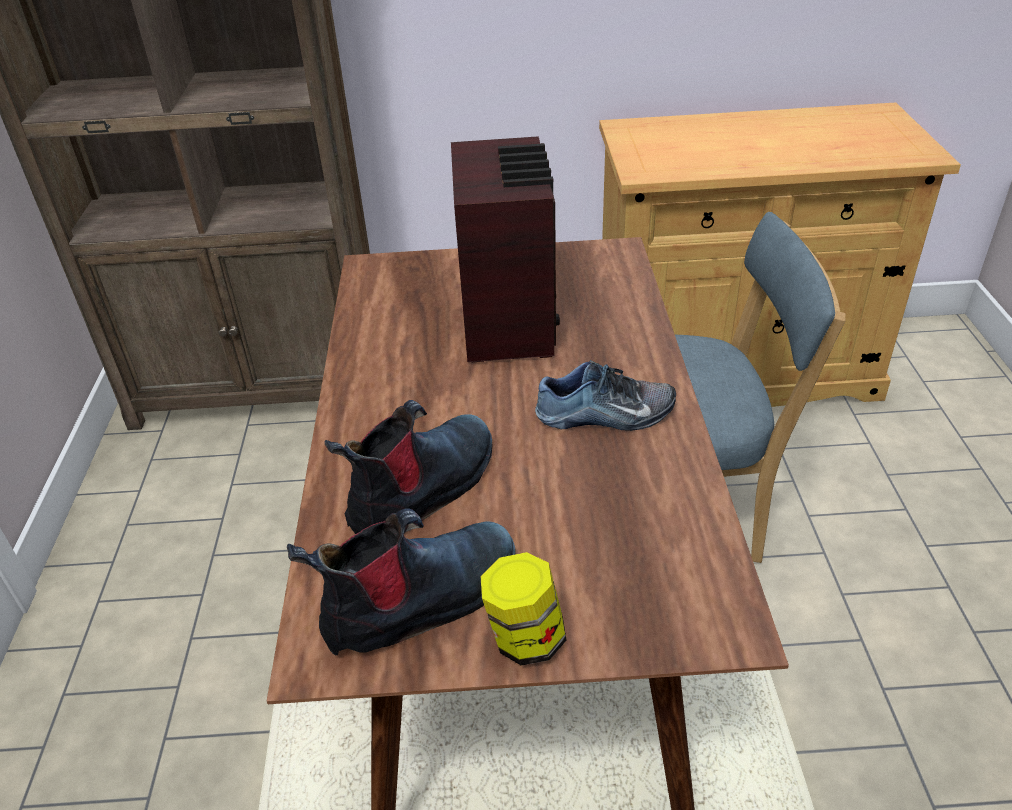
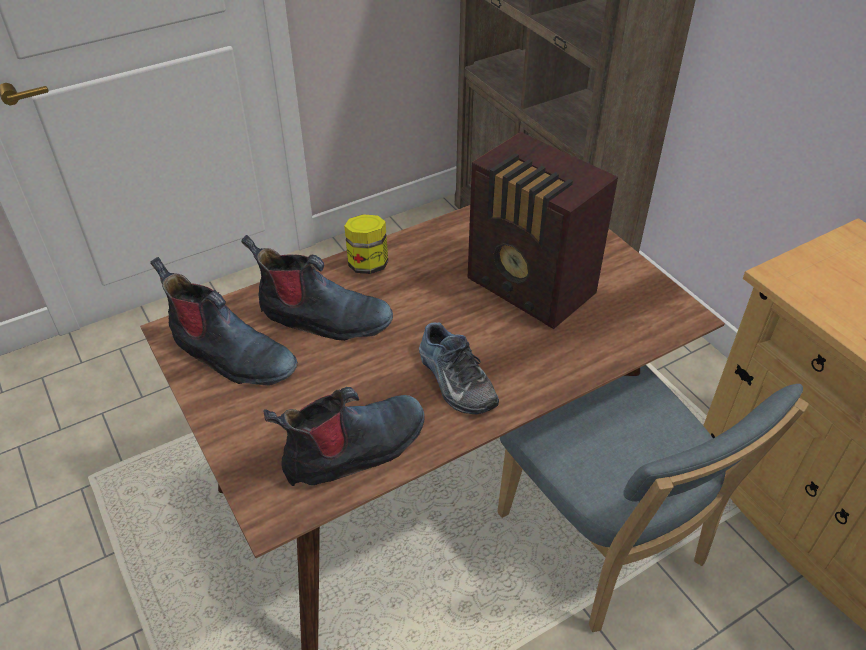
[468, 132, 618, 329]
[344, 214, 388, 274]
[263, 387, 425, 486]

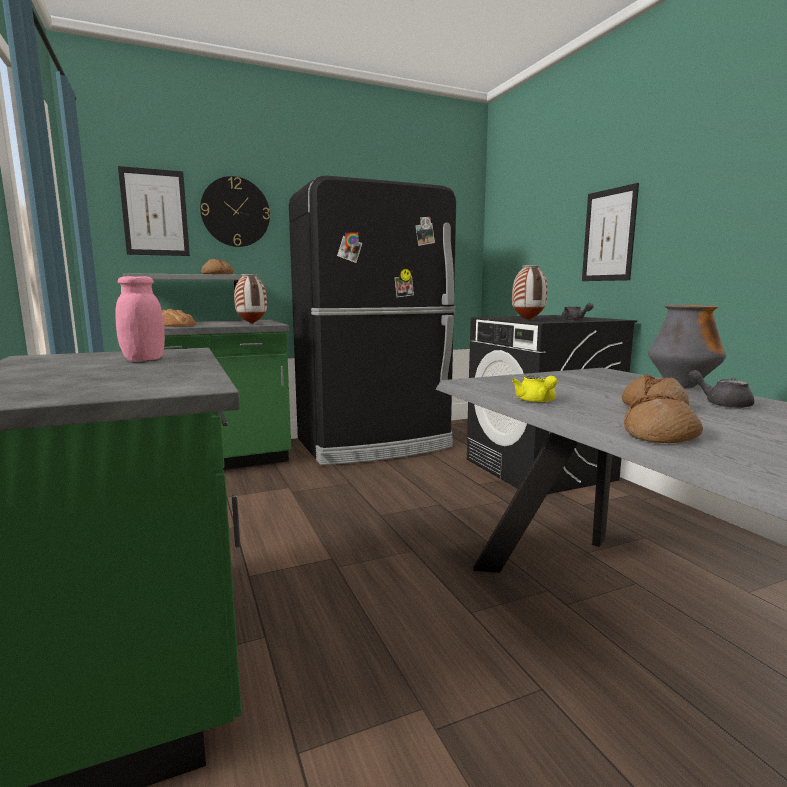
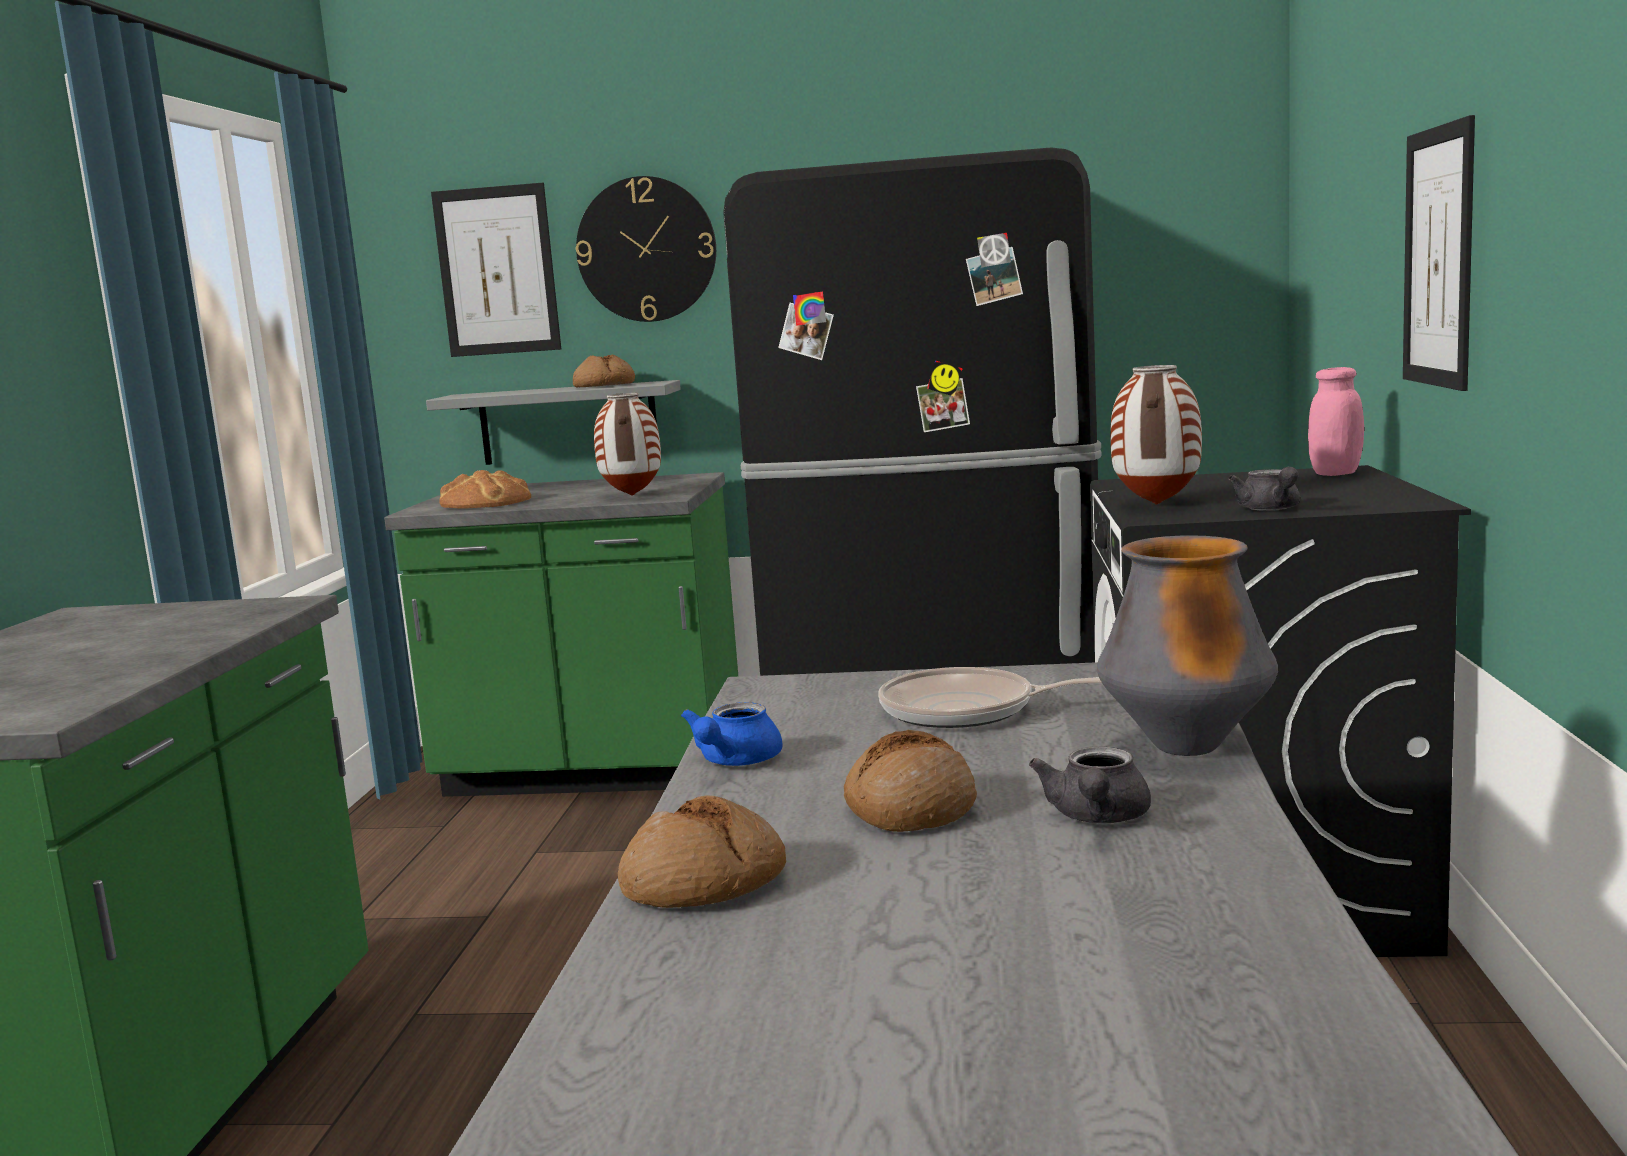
[1308, 367, 1364, 476]
[1029, 746, 1151, 823]
[681, 702, 783, 766]
[879, 667, 1102, 728]

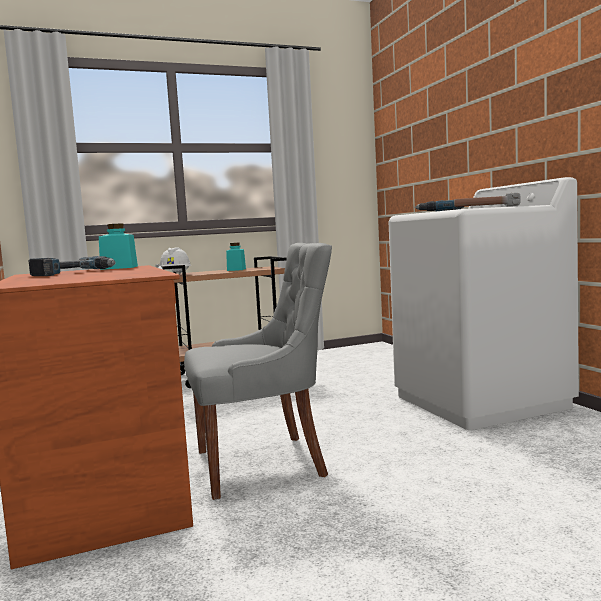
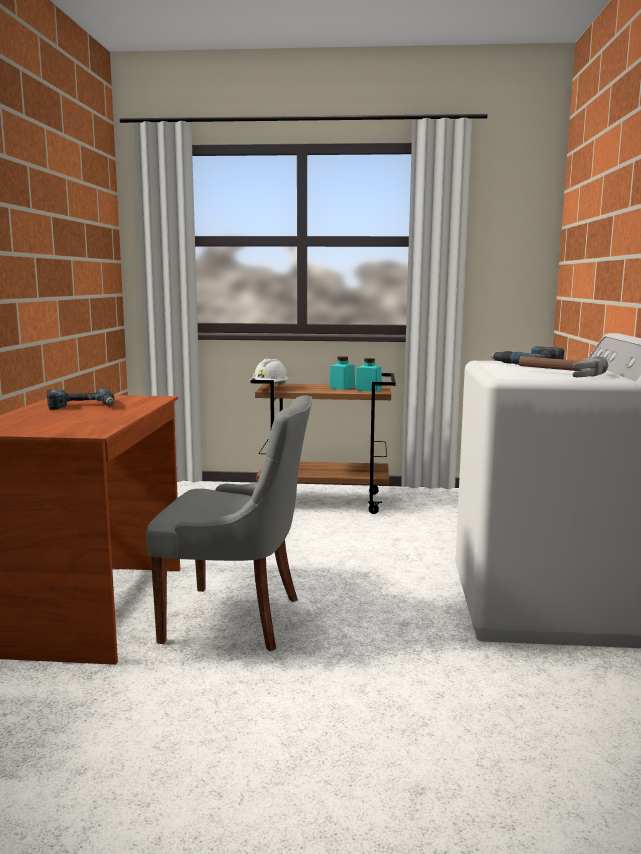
[356, 358, 382, 392]

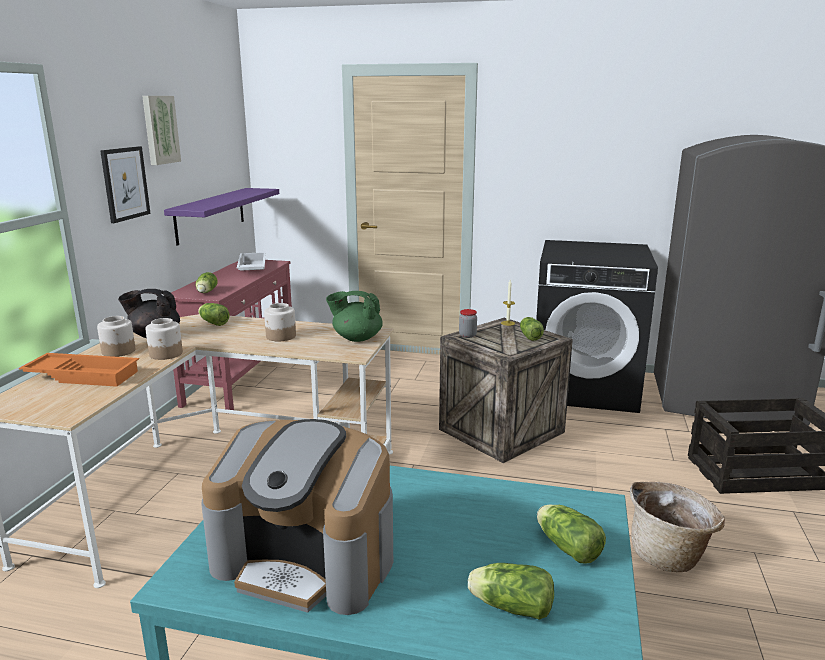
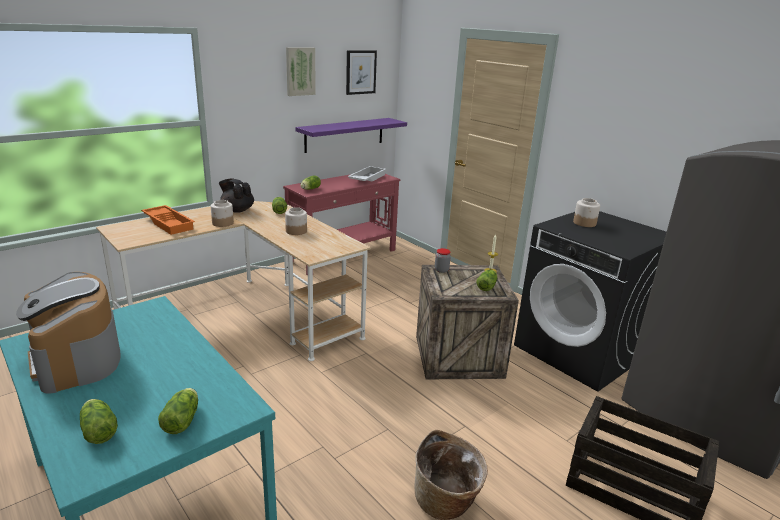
[346, 50, 377, 95]
[326, 291, 383, 342] (first image)
[573, 198, 600, 227]

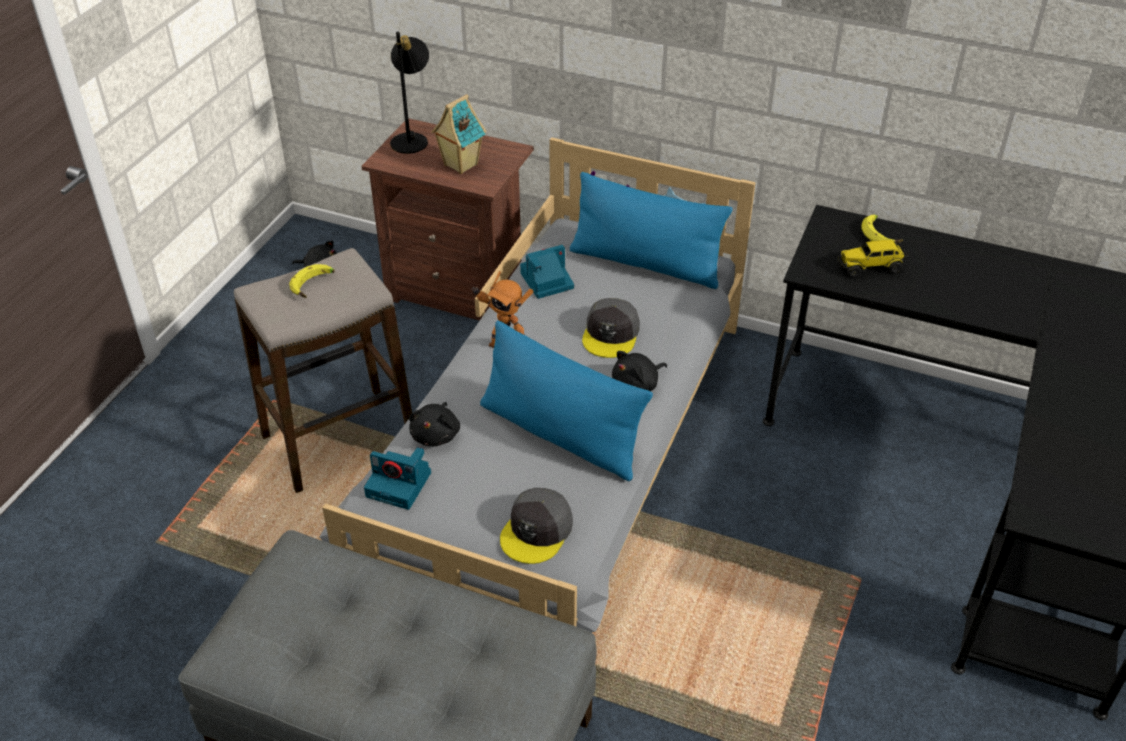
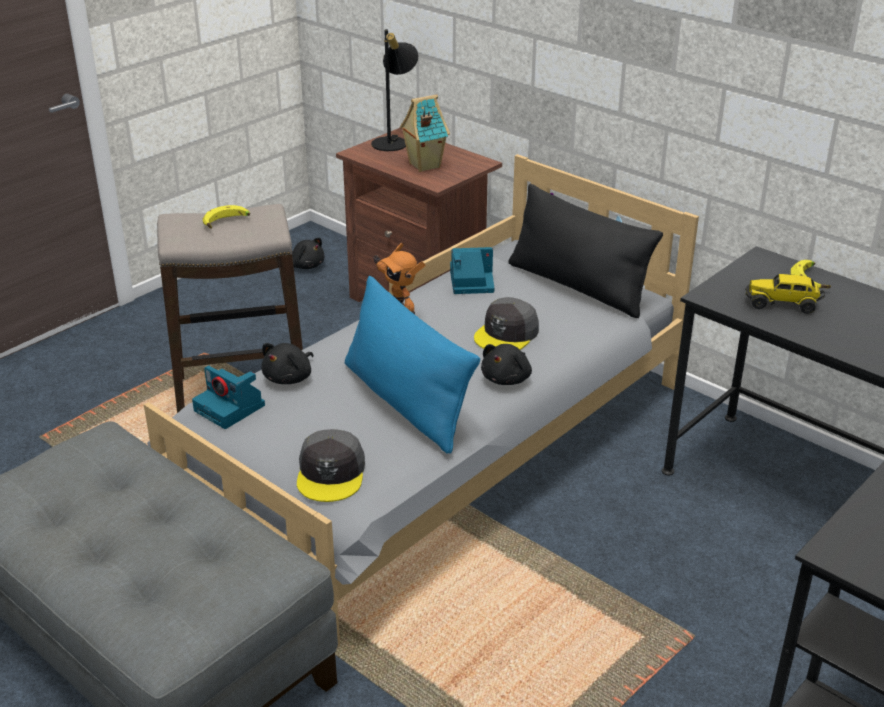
[509, 184, 663, 318]
[481, 344, 532, 385]
[297, 429, 365, 502]

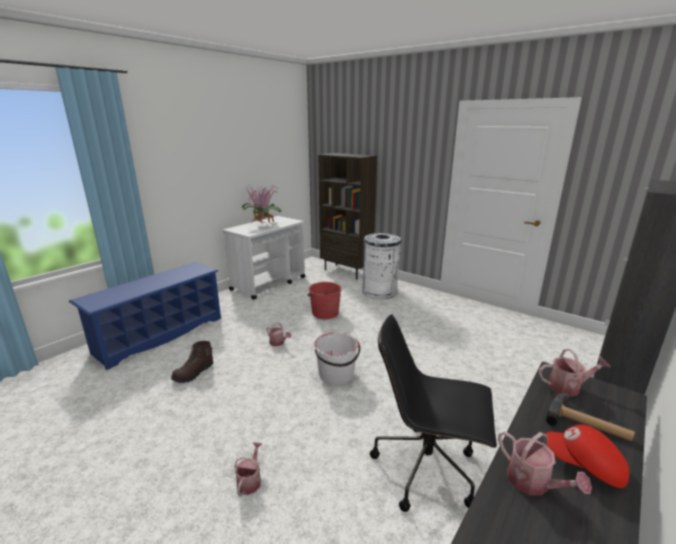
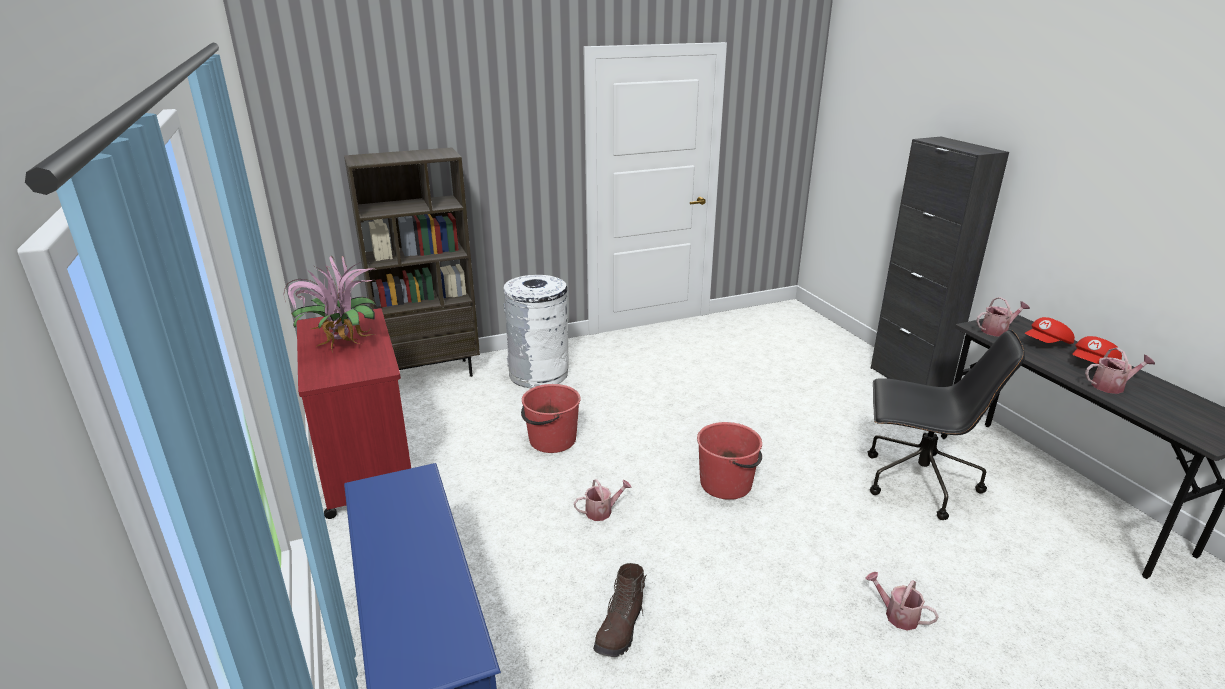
[297, 308, 411, 519]
[868, 330, 1025, 520]
[697, 422, 762, 500]
[593, 563, 647, 657]
[976, 297, 1030, 336]
[1025, 317, 1075, 344]

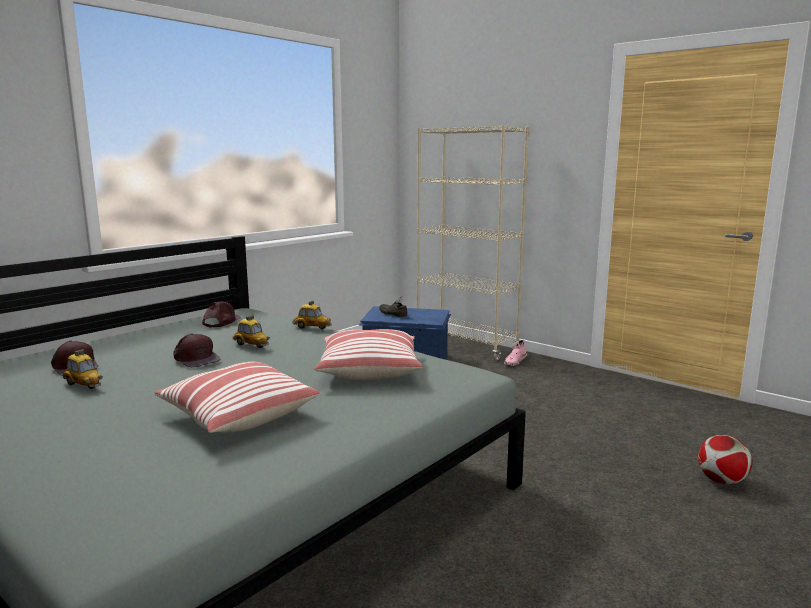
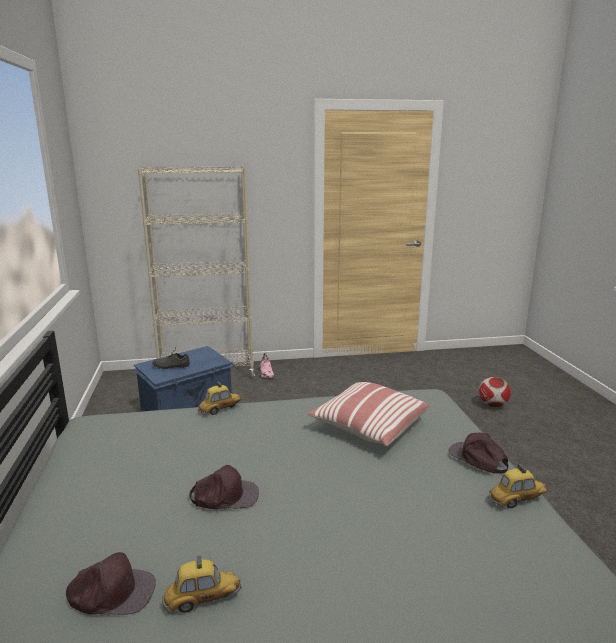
[448, 433, 509, 474]
[488, 464, 547, 508]
[154, 362, 319, 433] (first image)

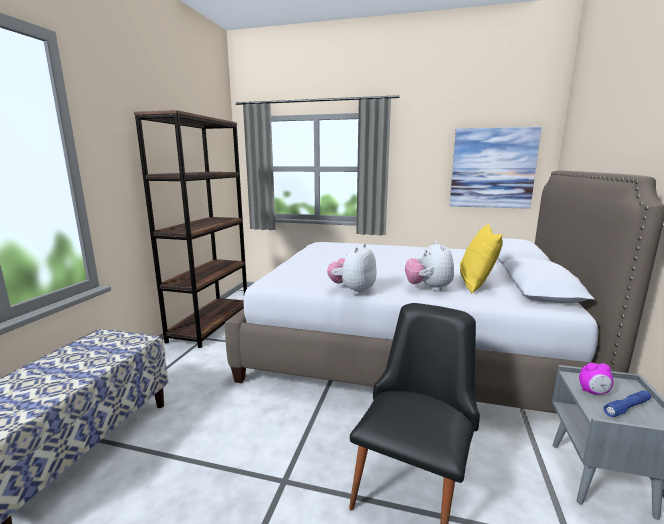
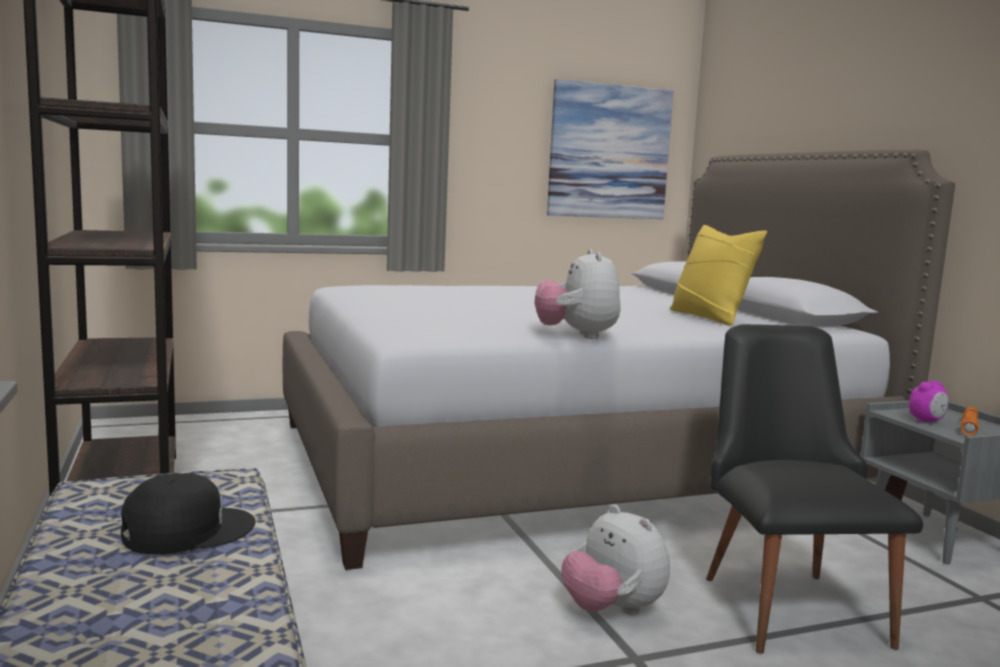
[562, 505, 670, 615]
[961, 407, 979, 436]
[121, 473, 256, 555]

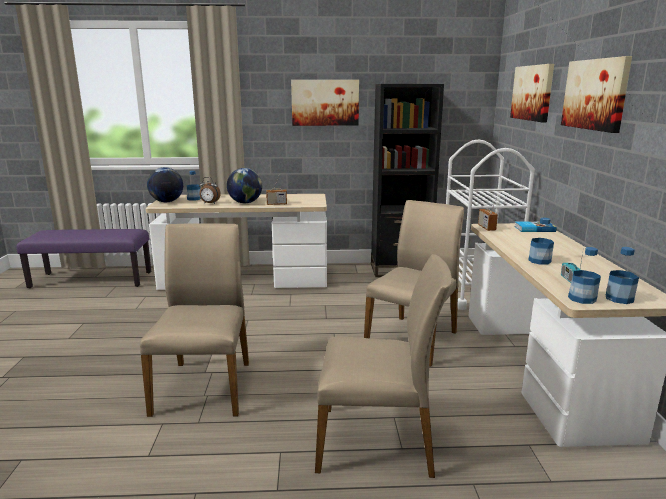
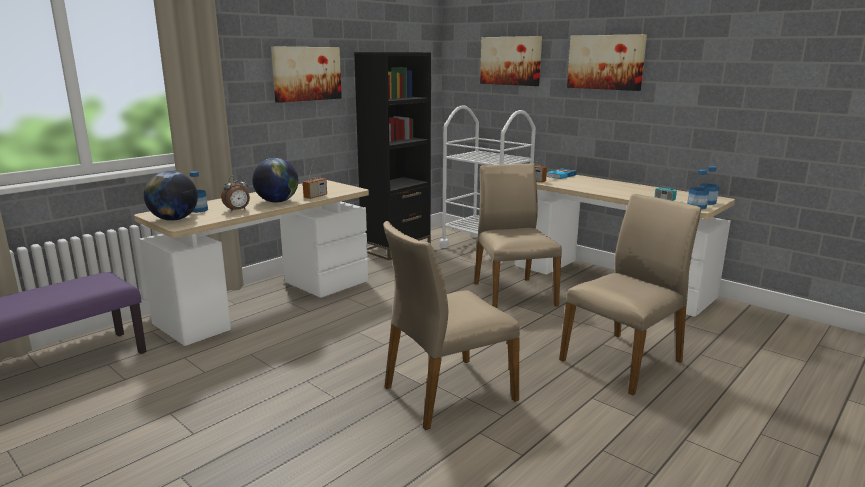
[528, 218, 554, 265] (first image)
[383, 221, 520, 430]

